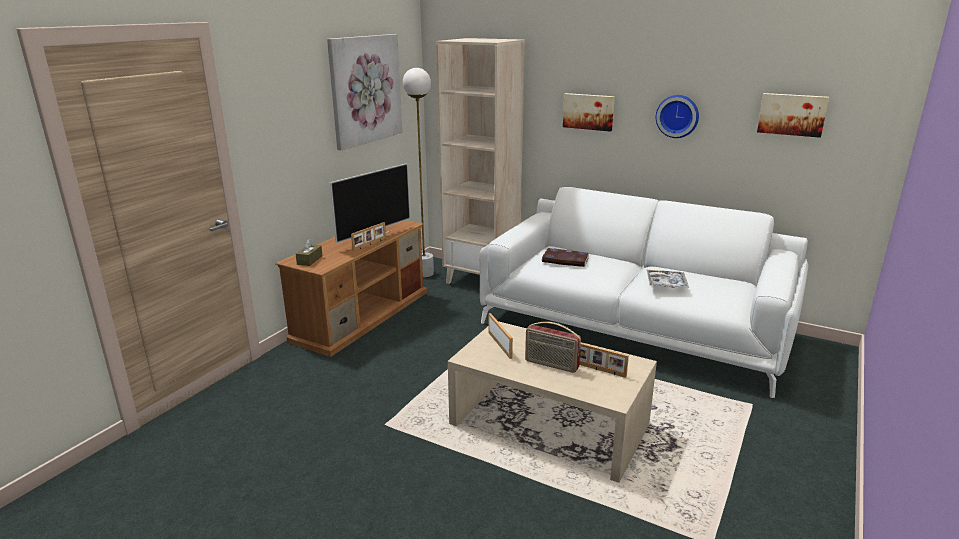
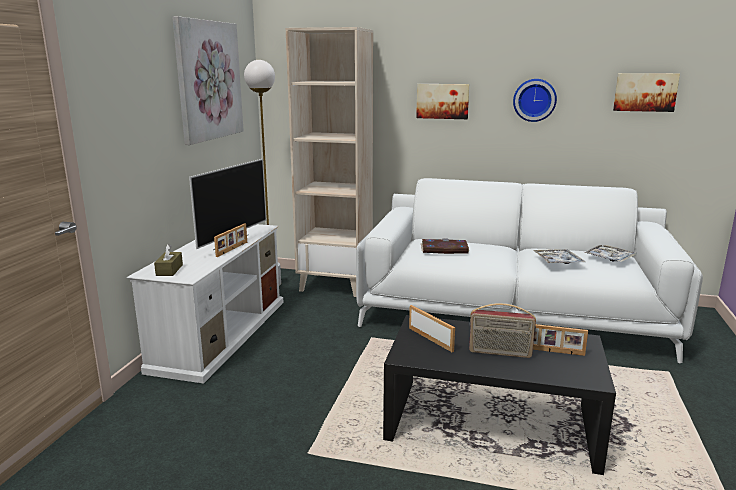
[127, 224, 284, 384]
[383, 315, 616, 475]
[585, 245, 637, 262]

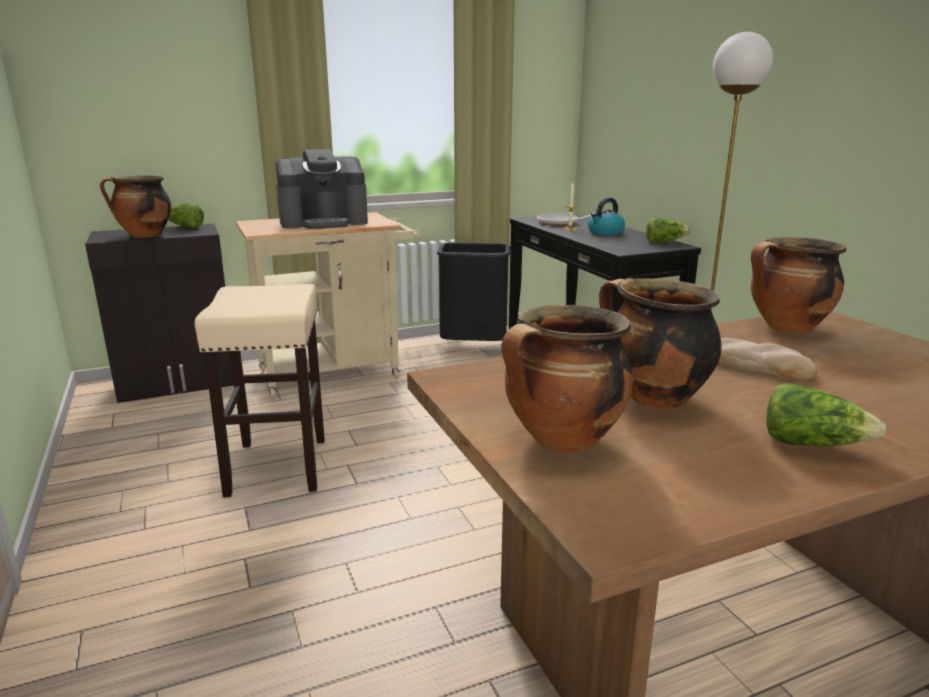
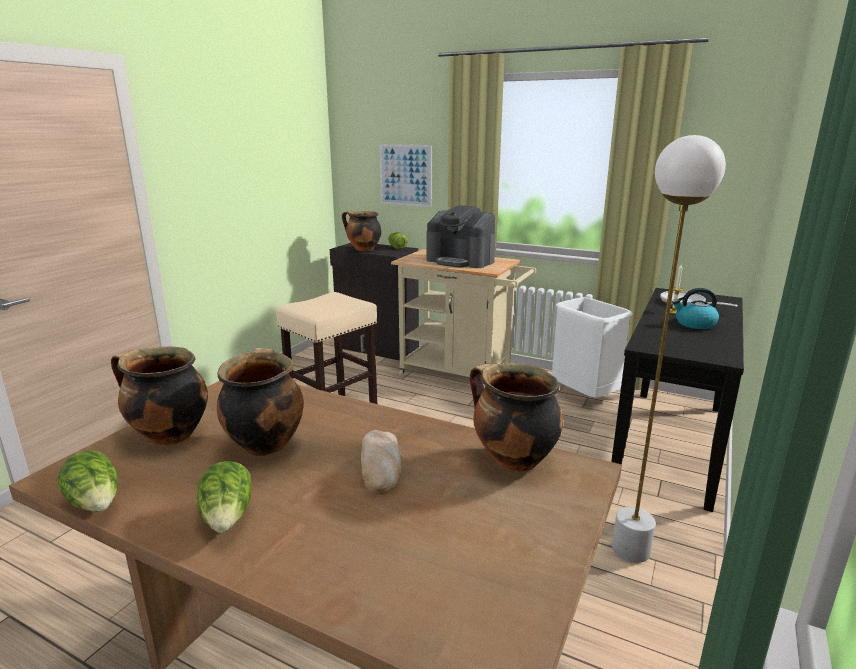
[57, 451, 118, 512]
[552, 297, 633, 398]
[379, 144, 432, 207]

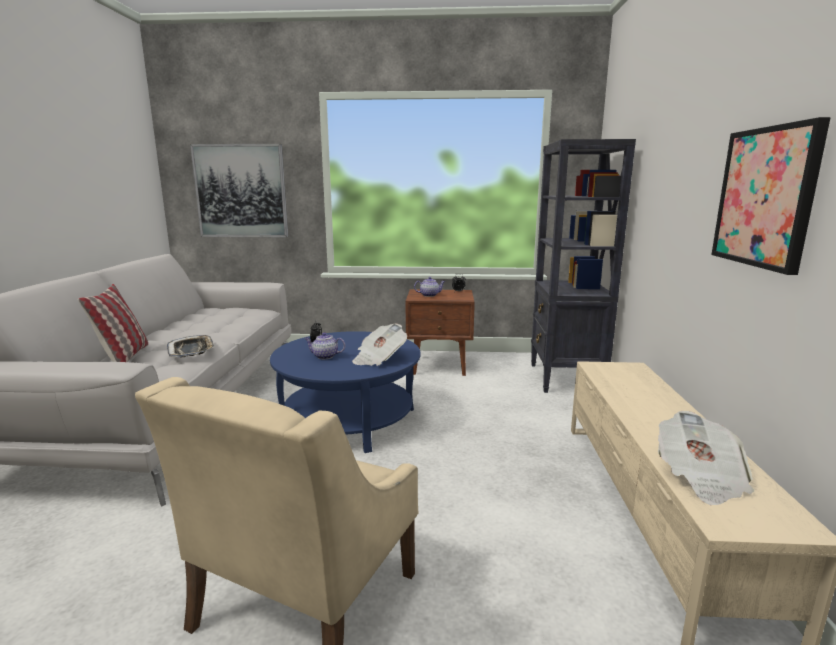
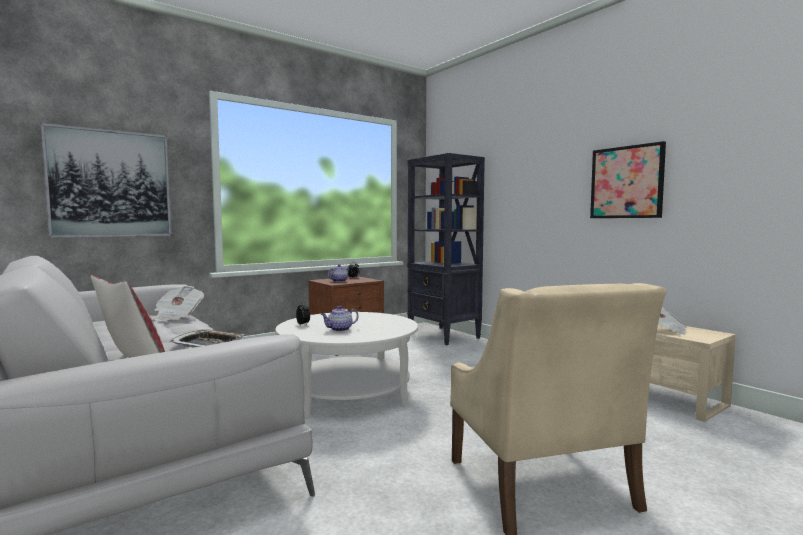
[154, 286, 204, 321]
[275, 312, 418, 418]

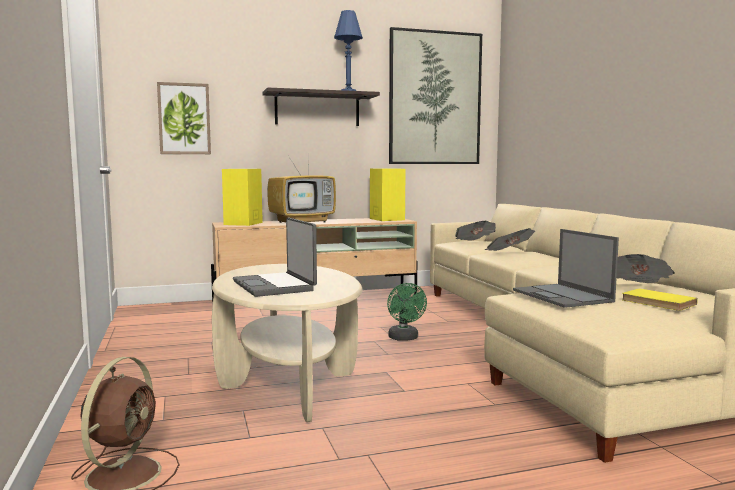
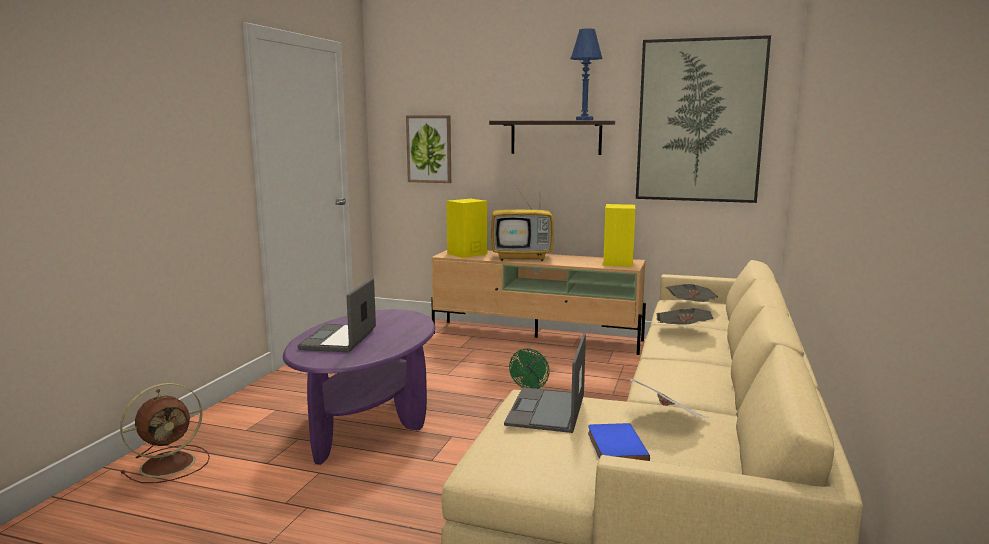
[283, 309, 435, 465]
[588, 423, 650, 461]

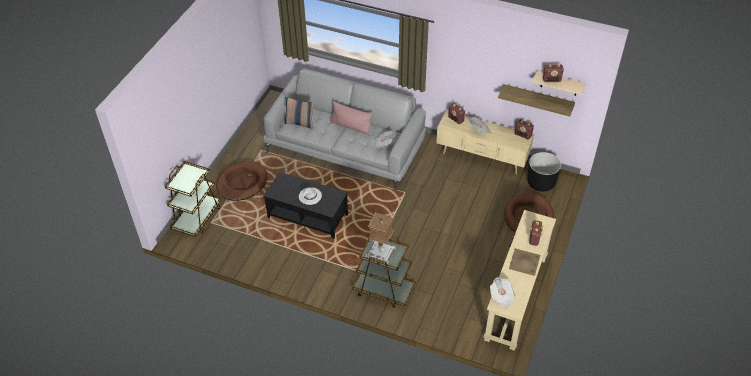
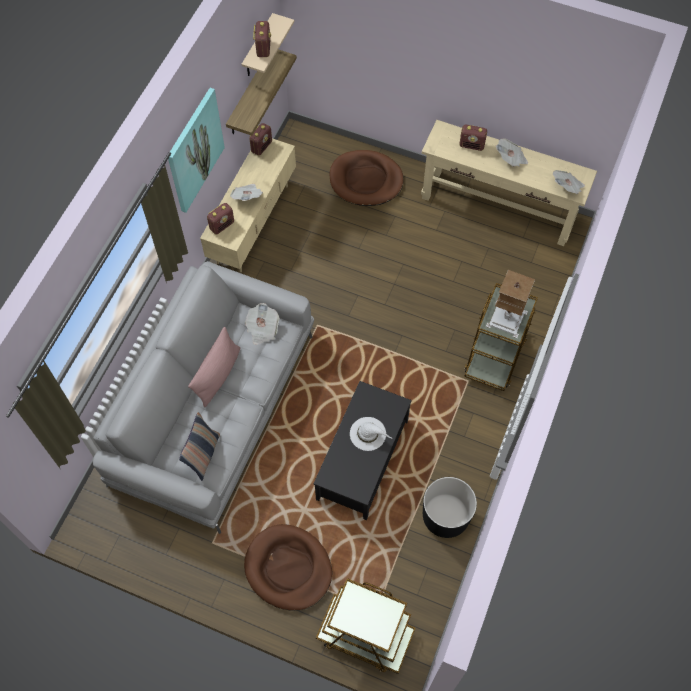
[423, 477, 477, 538]
[496, 138, 528, 167]
[168, 88, 225, 213]

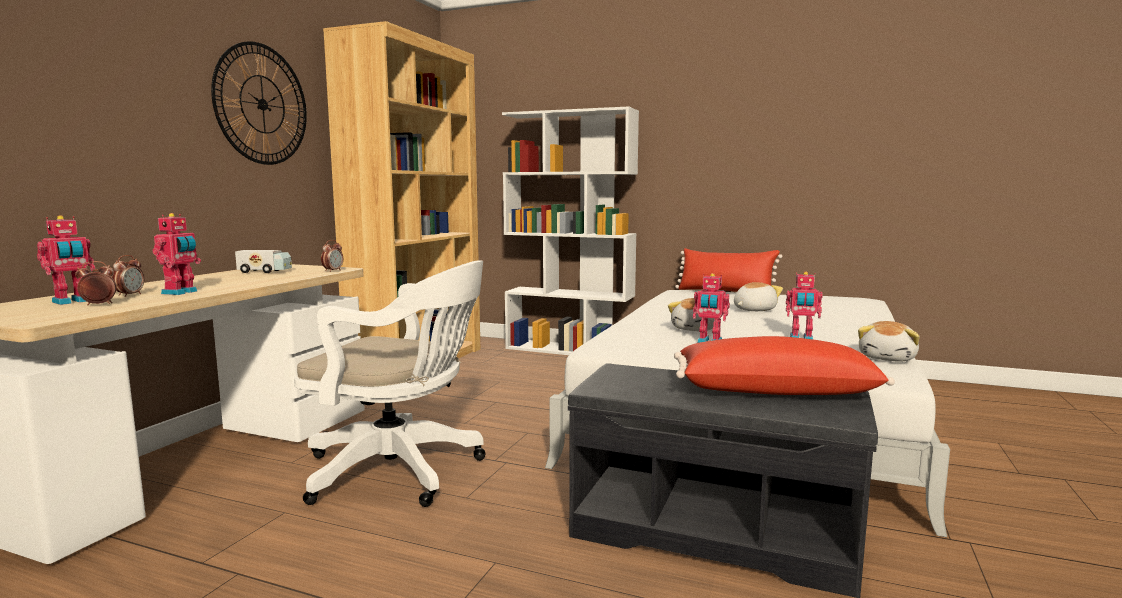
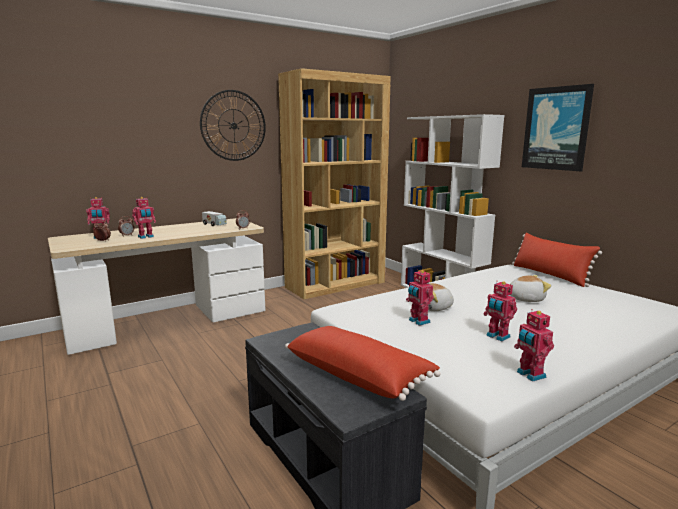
[294, 261, 486, 507] (first image)
[514, 309, 554, 382]
[522, 84, 594, 171]

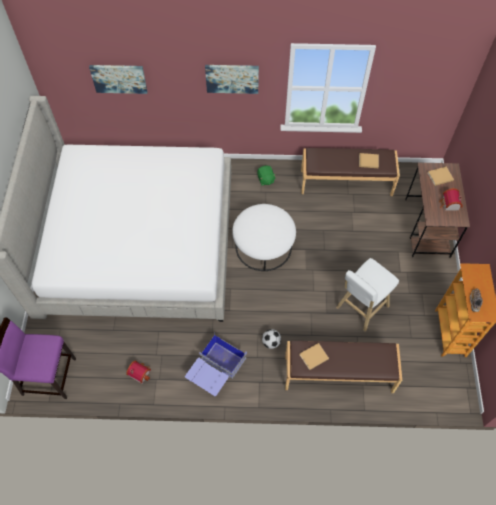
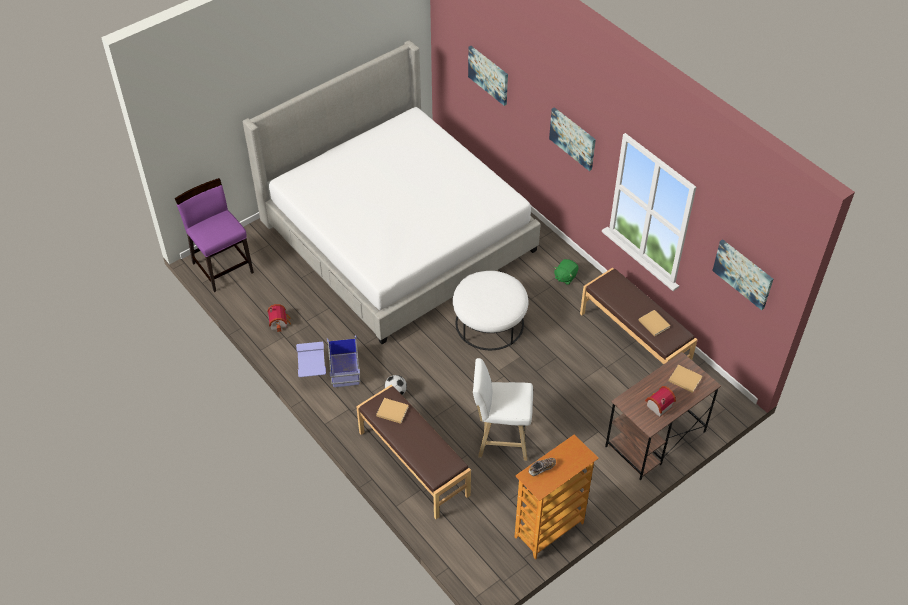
[712, 239, 773, 310]

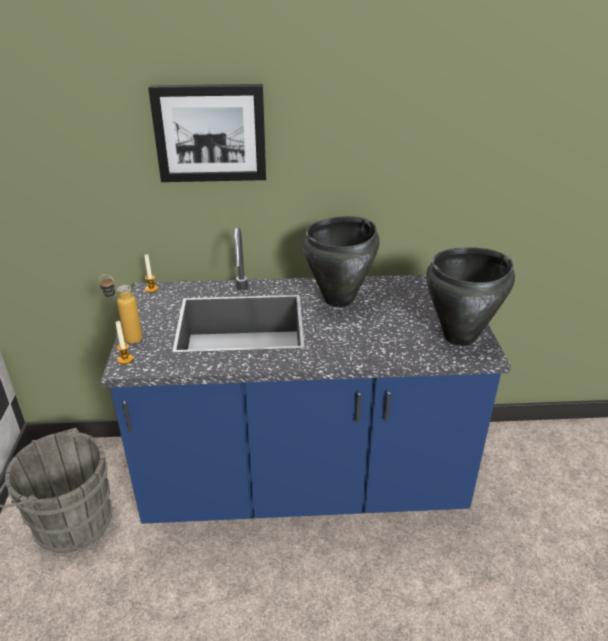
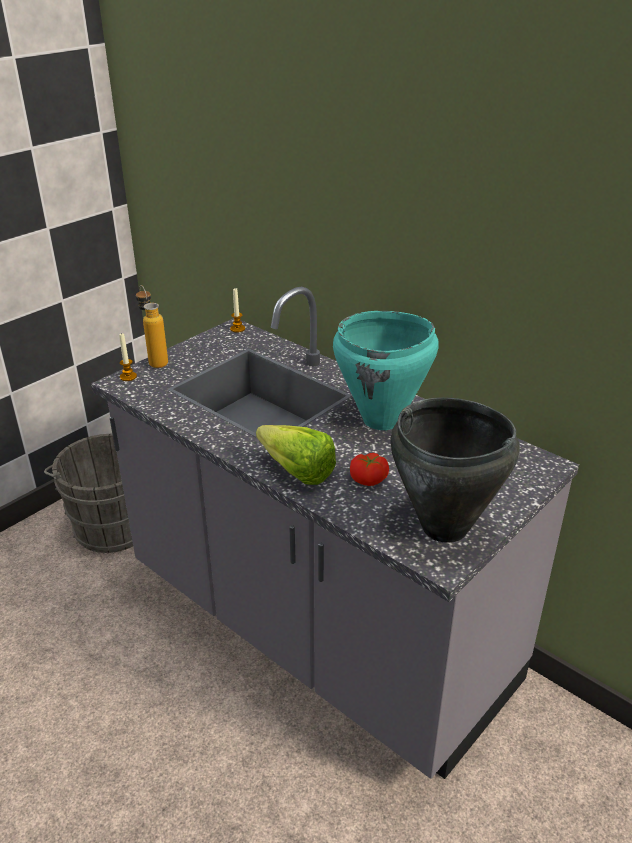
[148, 84, 266, 182] (first image)
[333, 311, 439, 430]
[91, 286, 579, 779]
[256, 425, 336, 485]
[350, 453, 389, 486]

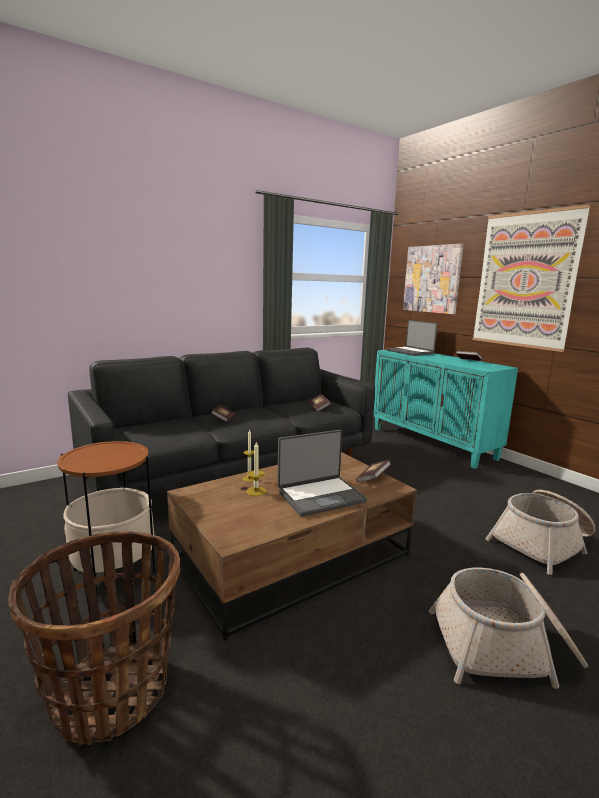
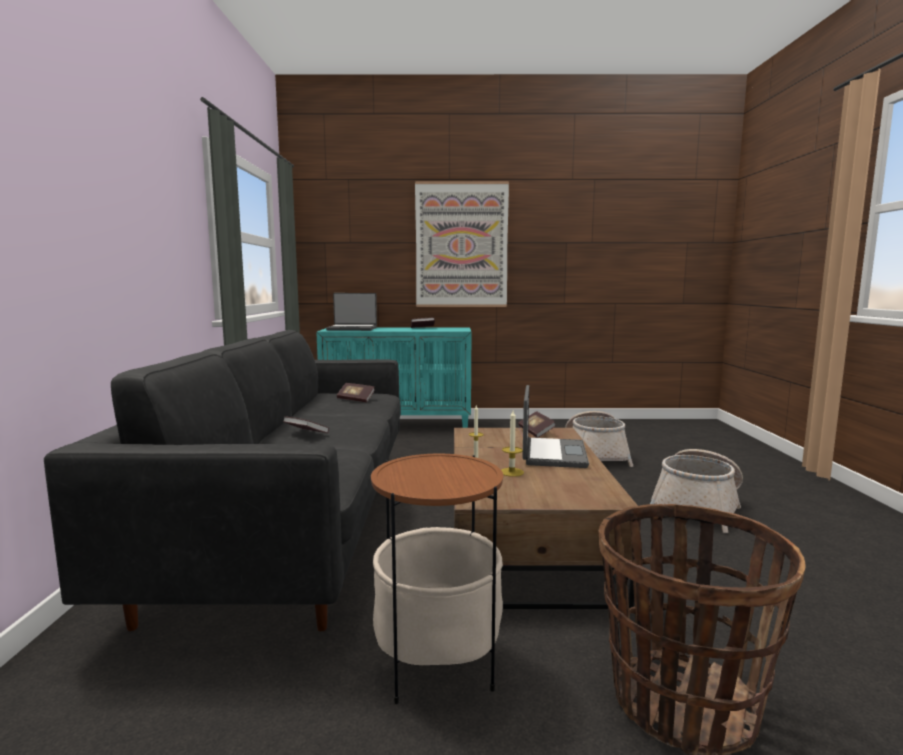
[403, 244, 464, 314] (first image)

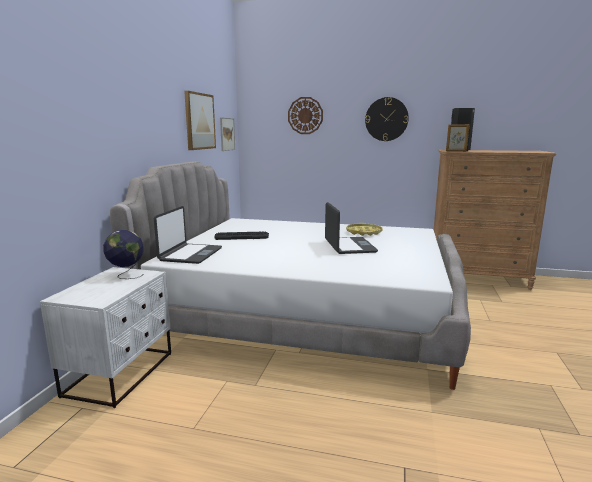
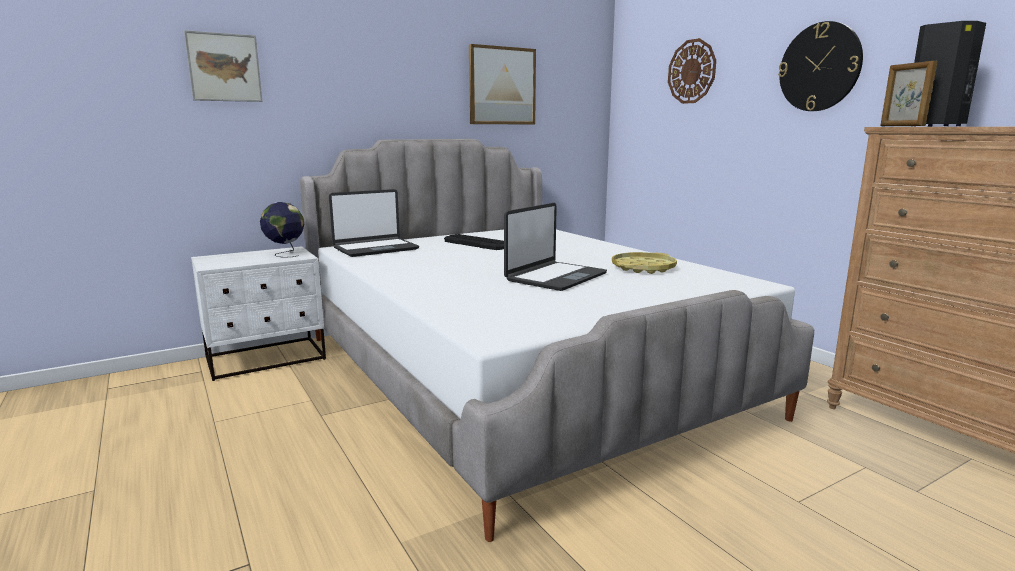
[184, 30, 263, 102]

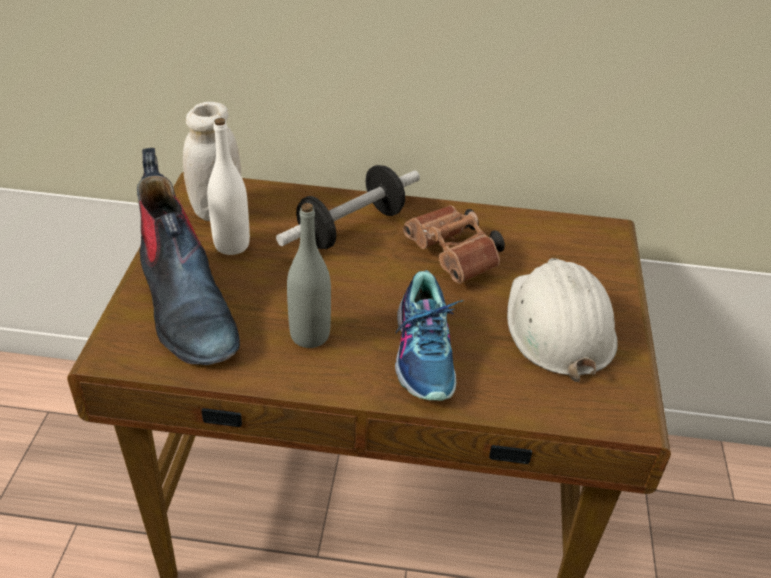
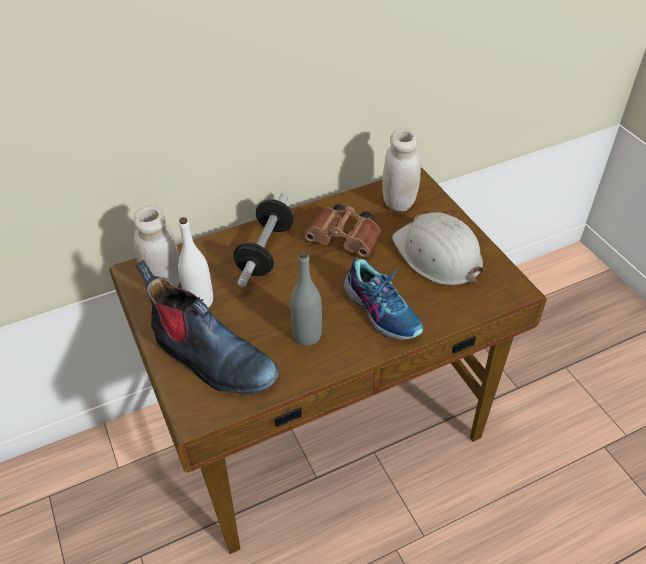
[382, 128, 421, 211]

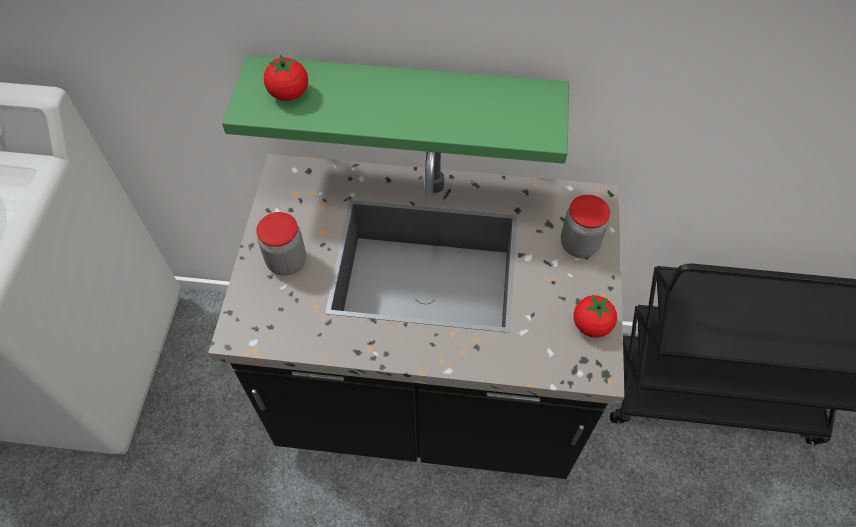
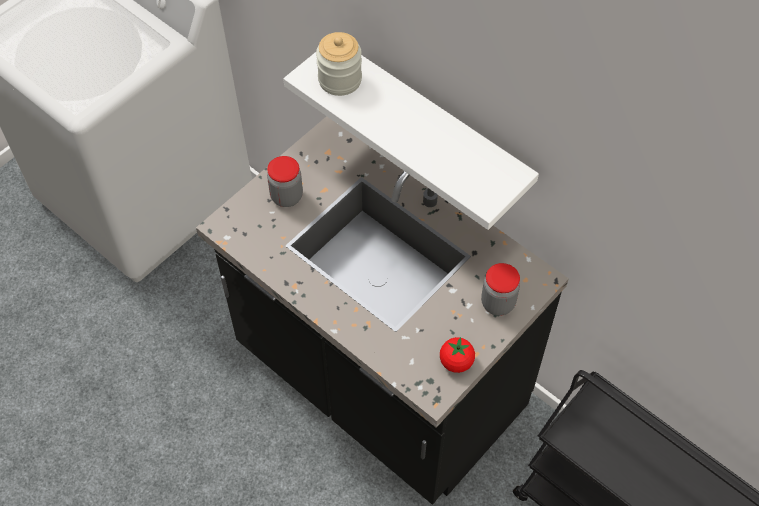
[316, 32, 362, 96]
[283, 52, 539, 230]

